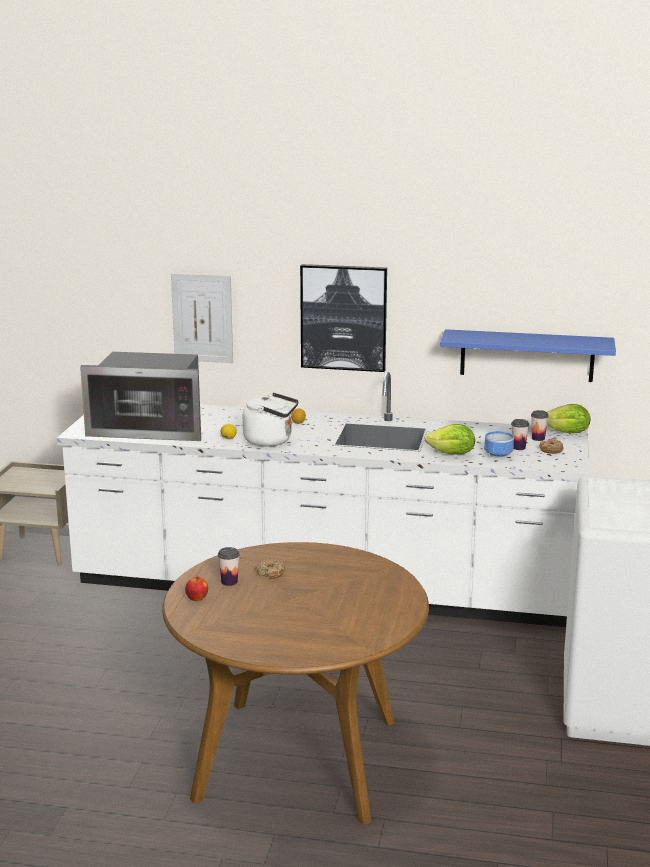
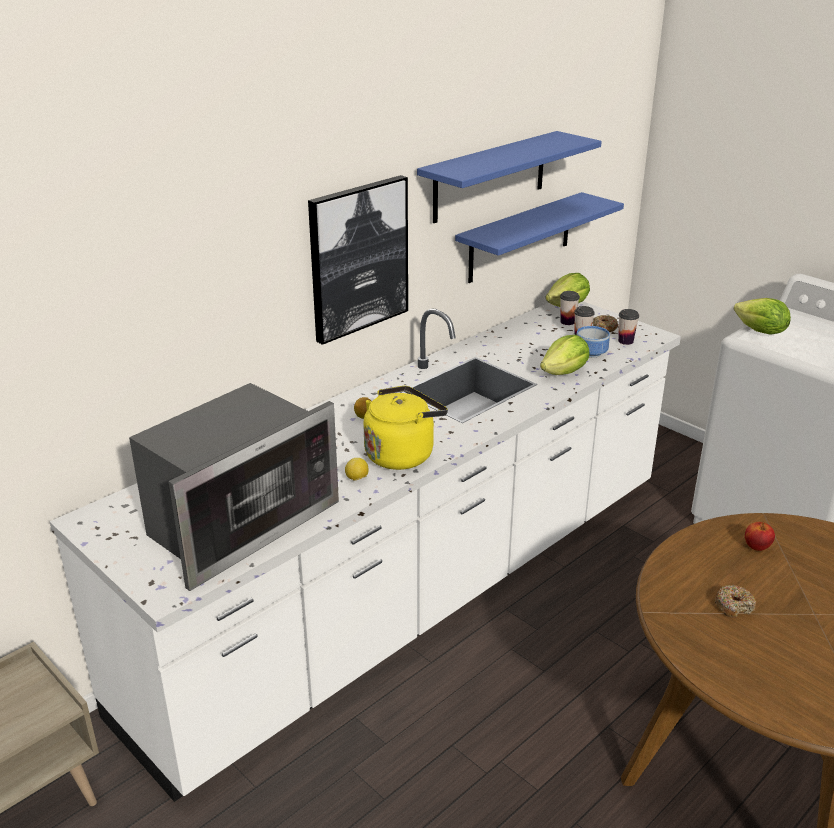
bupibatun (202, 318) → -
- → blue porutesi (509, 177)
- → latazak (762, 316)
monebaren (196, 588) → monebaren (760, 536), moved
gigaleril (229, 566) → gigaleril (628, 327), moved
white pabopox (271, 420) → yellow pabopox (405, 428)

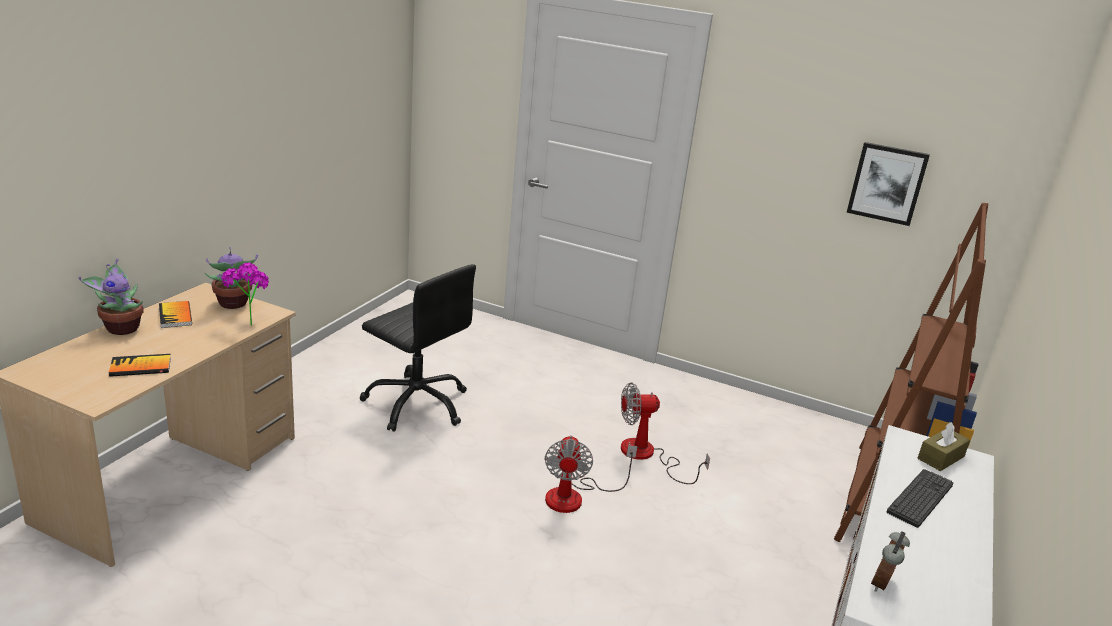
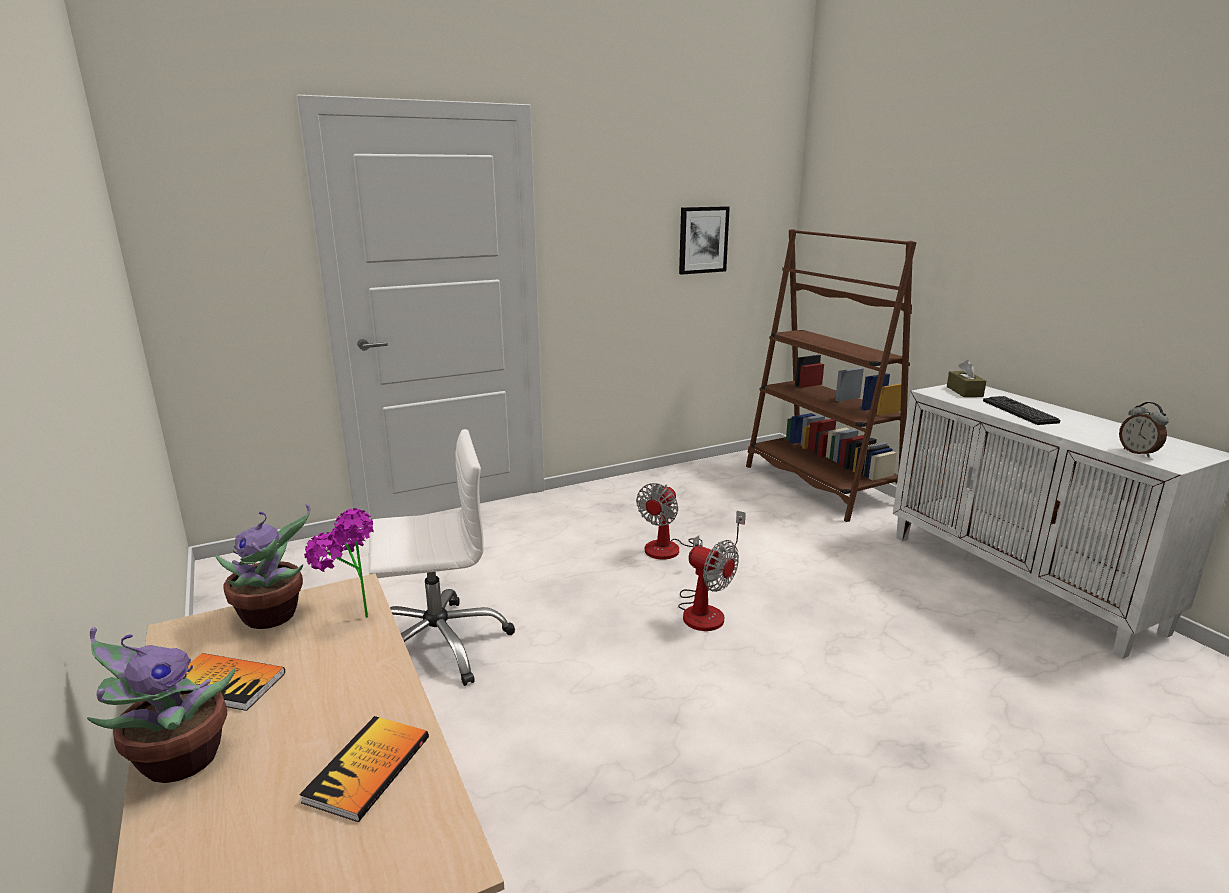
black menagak (417, 348) → white menagak (442, 557)

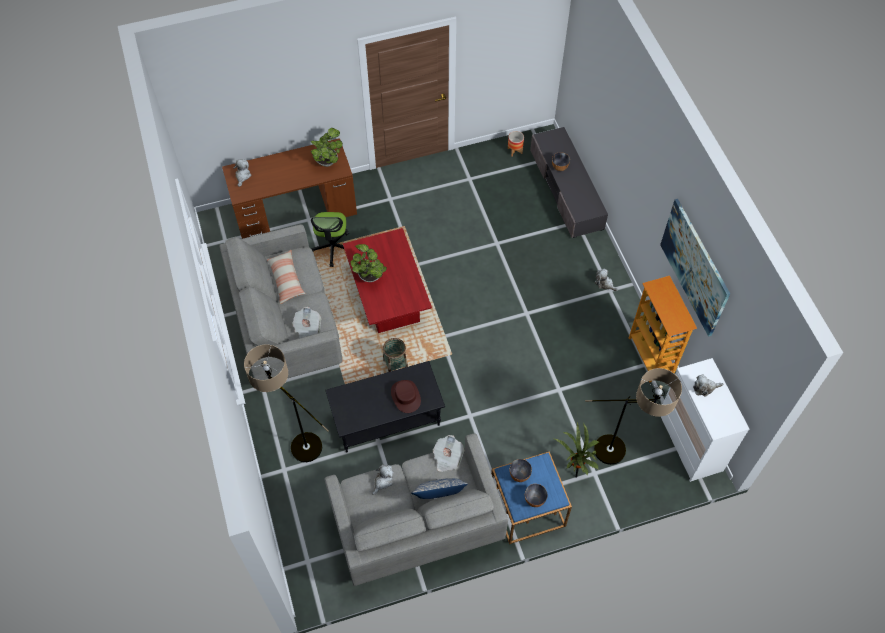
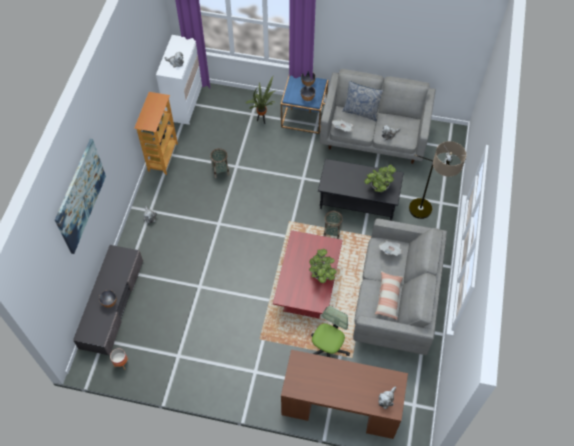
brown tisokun (406, 396) → -
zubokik (633, 416) → -
- → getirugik (220, 163)
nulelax (326, 147) → nulelax (380, 178), moved
bupibatun (695, 268) → bupibatun (80, 196), moved

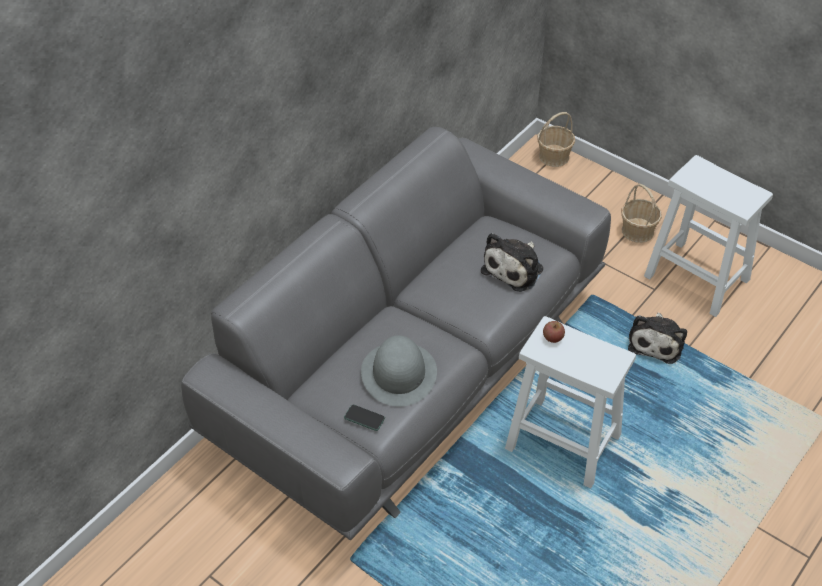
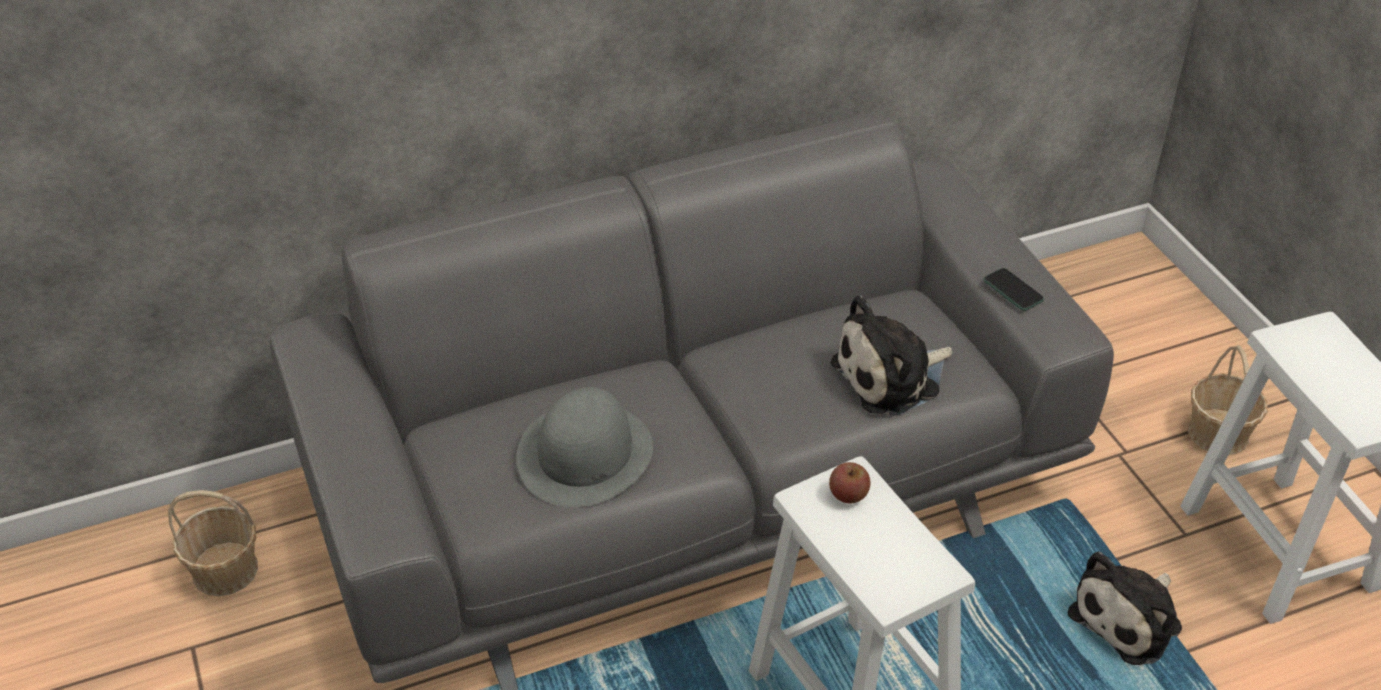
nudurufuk (364, 418) → nudurufuk (1013, 289), moved
getirugik (556, 139) → getirugik (213, 543), moved

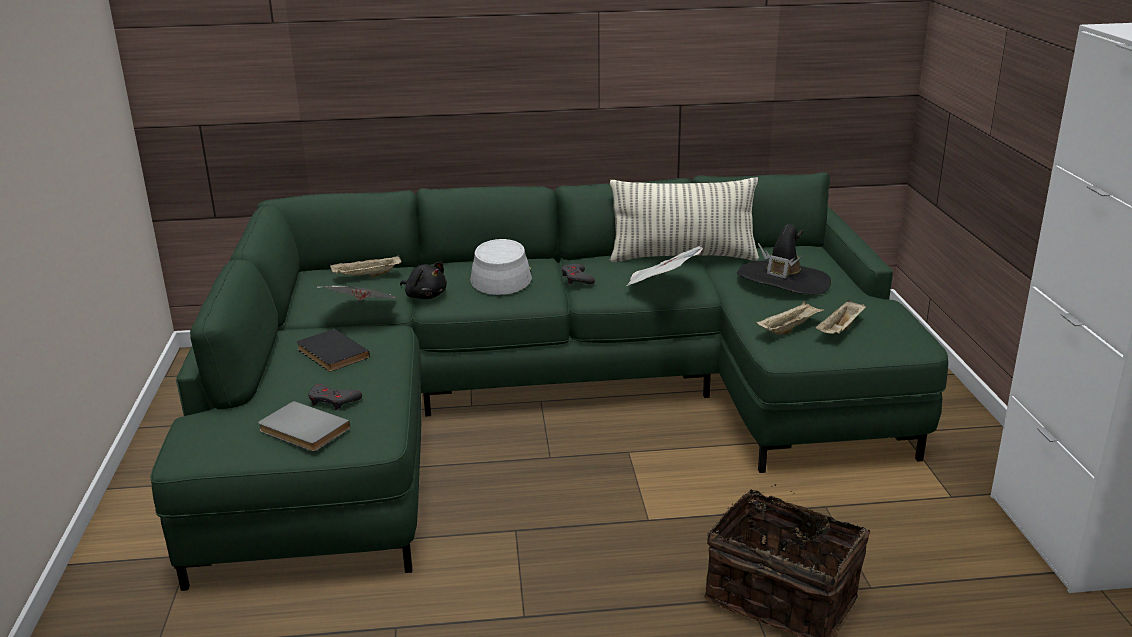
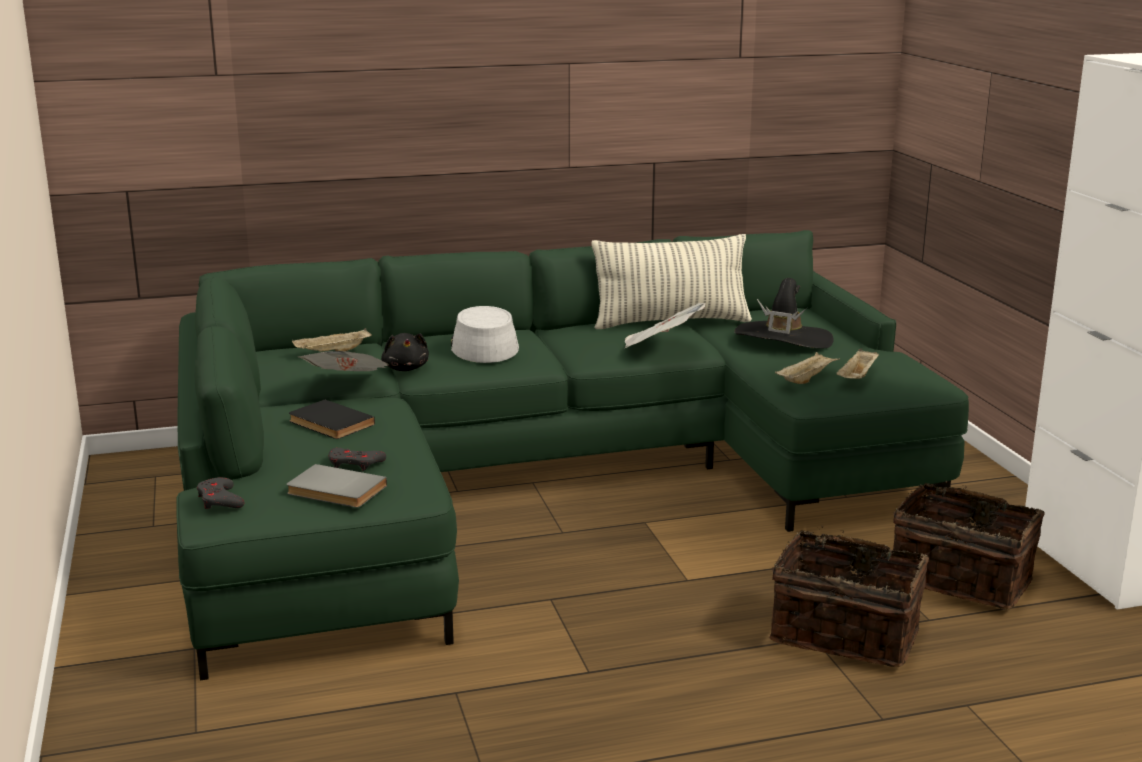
- → getirugik (969, 545)
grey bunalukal (578, 274) → grey bunalukal (220, 493), moved
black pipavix (423, 280) → black pipavix (405, 352), 45 degrees clockwise

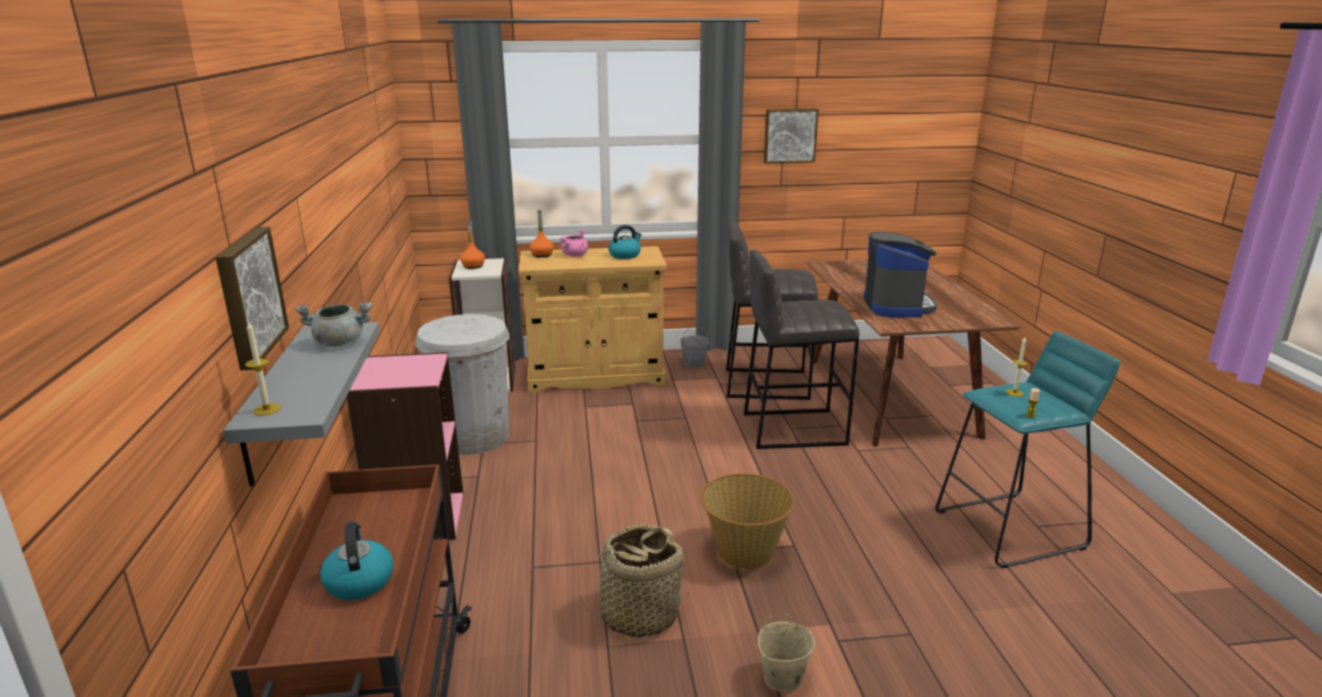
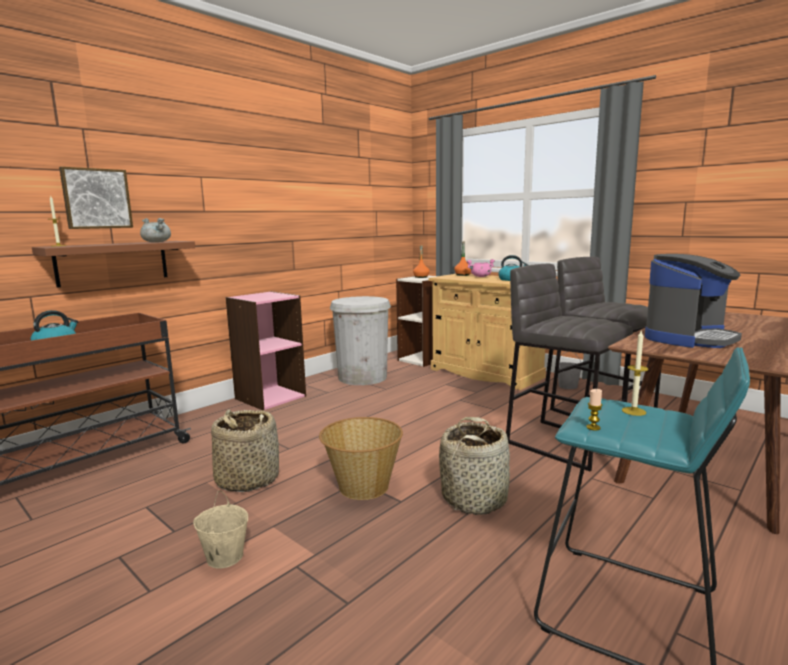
bupibatun (791, 136) → -
- → getirugik (474, 466)
grey porutesi (301, 404) → brown porutesi (113, 264)

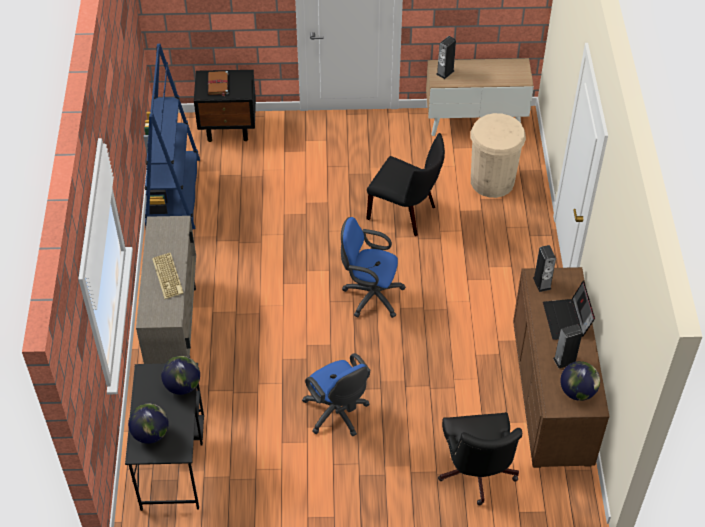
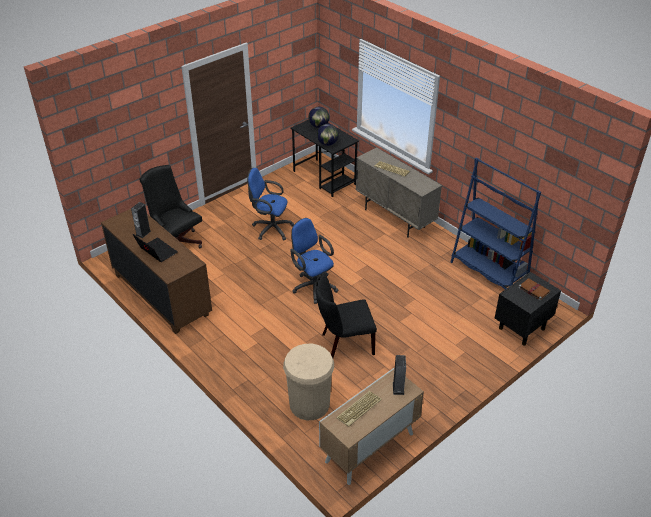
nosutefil (544, 268) → -
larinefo (580, 381) → -
- → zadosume (359, 409)
blue menagak (373, 267) → blue menagak (314, 261), 105 degrees counterclockwise

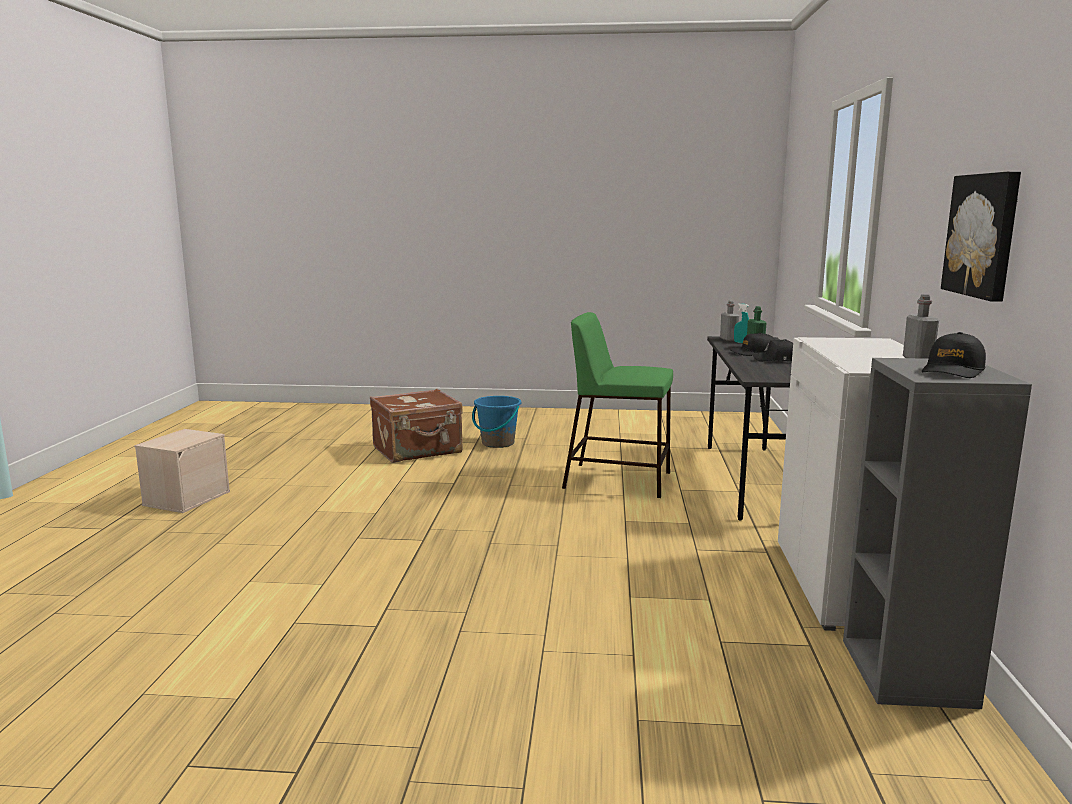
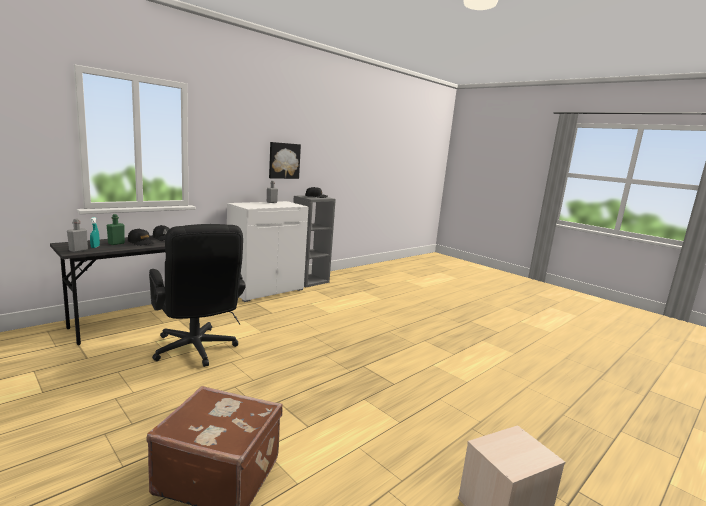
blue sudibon (496, 422) → -
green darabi (617, 405) → black menagak (197, 295)

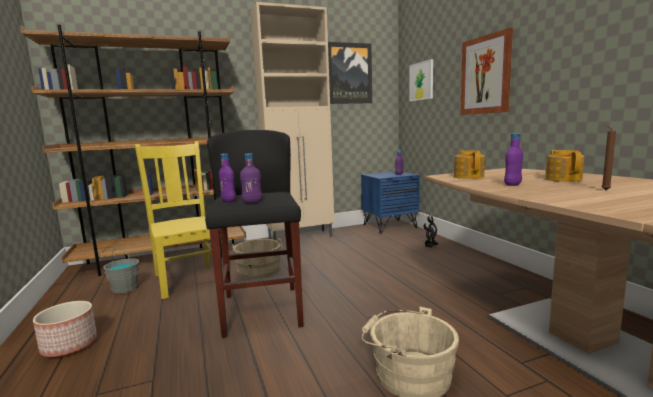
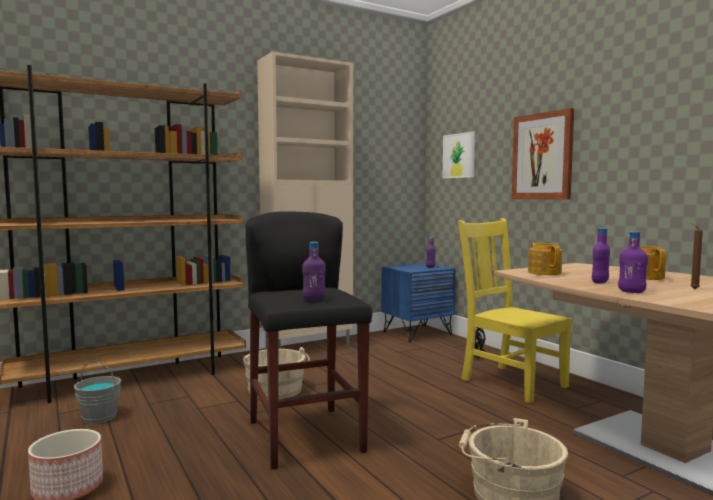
bupibatun (350, 73) → -
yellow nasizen (179, 220) → yellow nasizen (515, 310), moved
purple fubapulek (227, 178) → purple fubapulek (633, 262), moved

